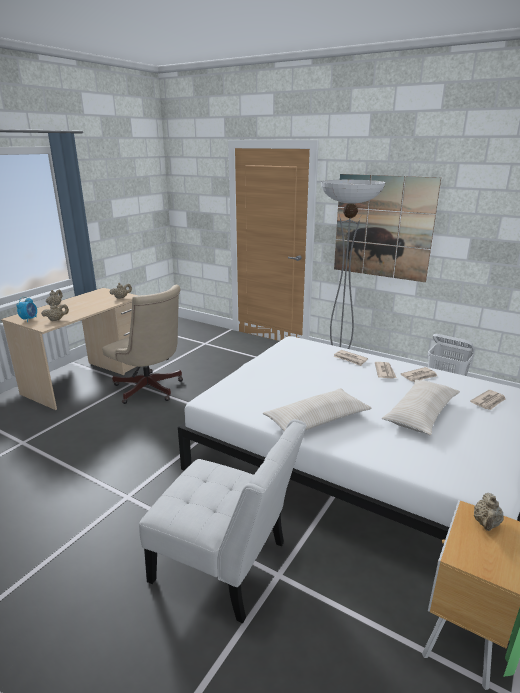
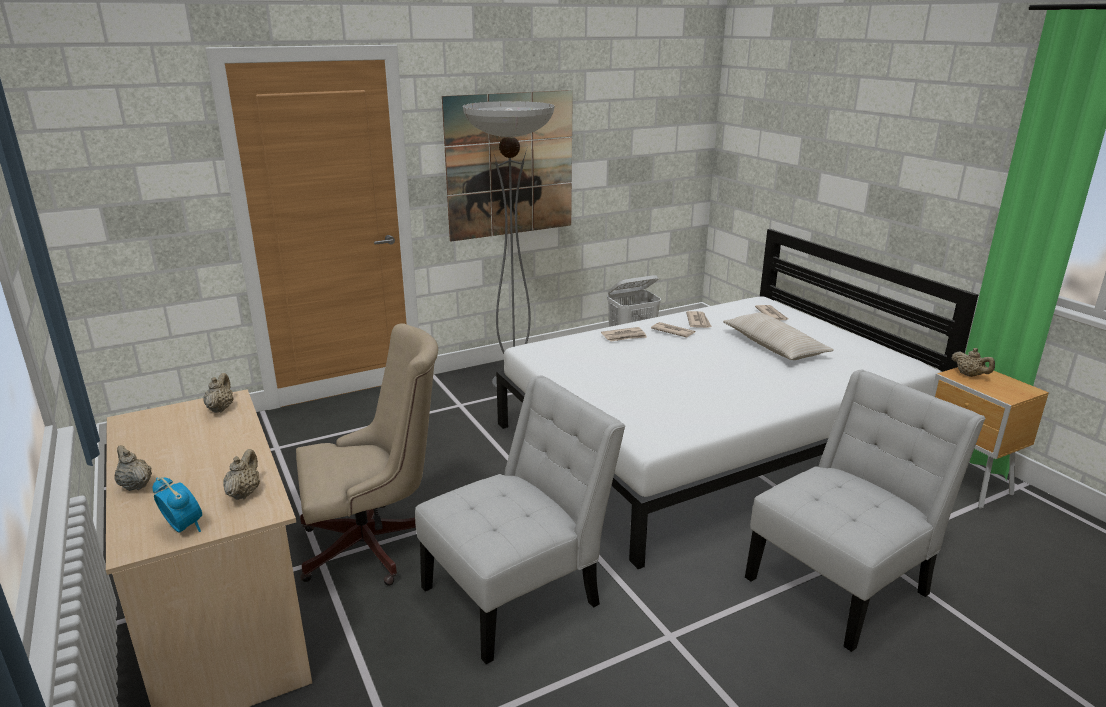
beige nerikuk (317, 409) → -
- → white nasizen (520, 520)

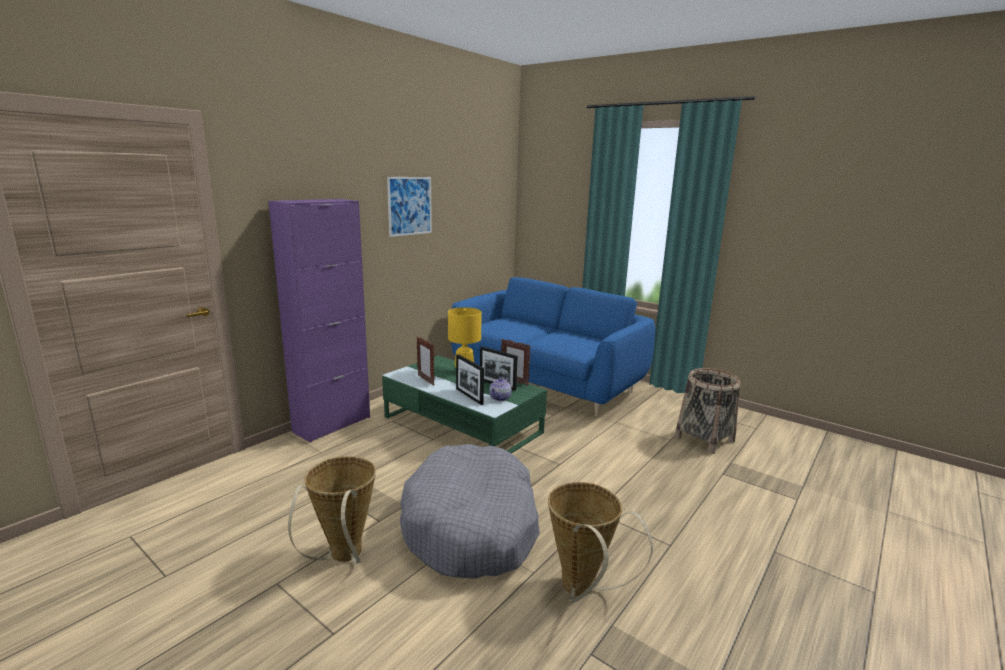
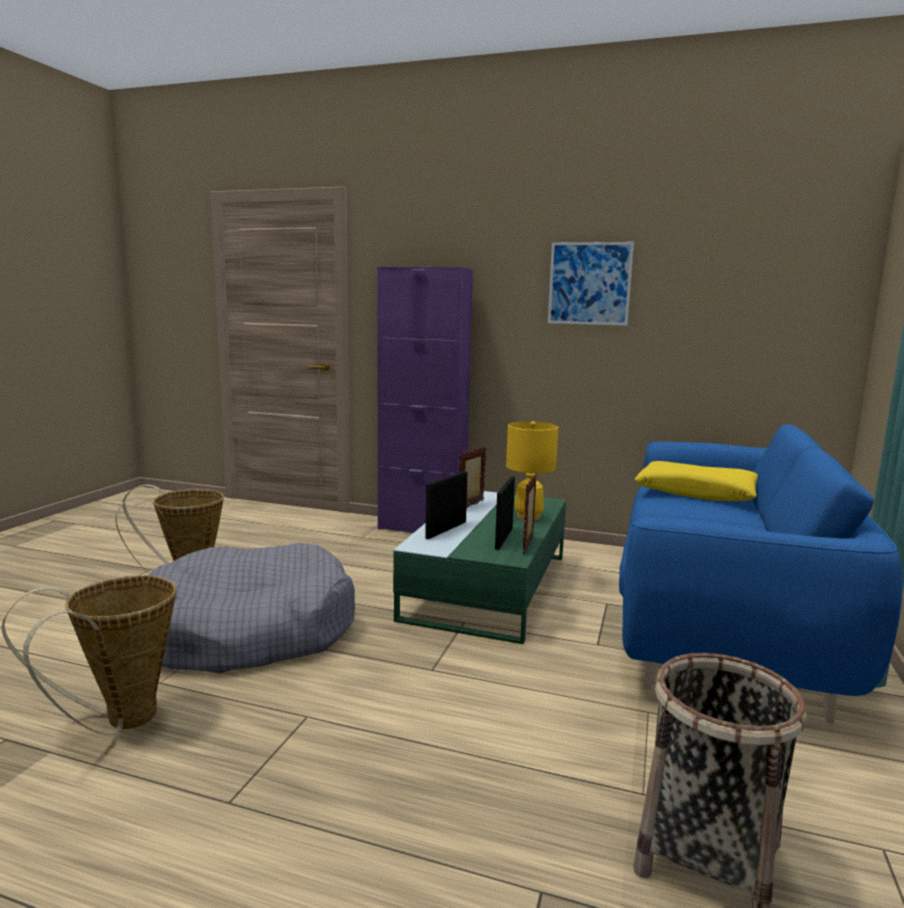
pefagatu (500, 389) → -
- → yellow nerikuk (696, 481)

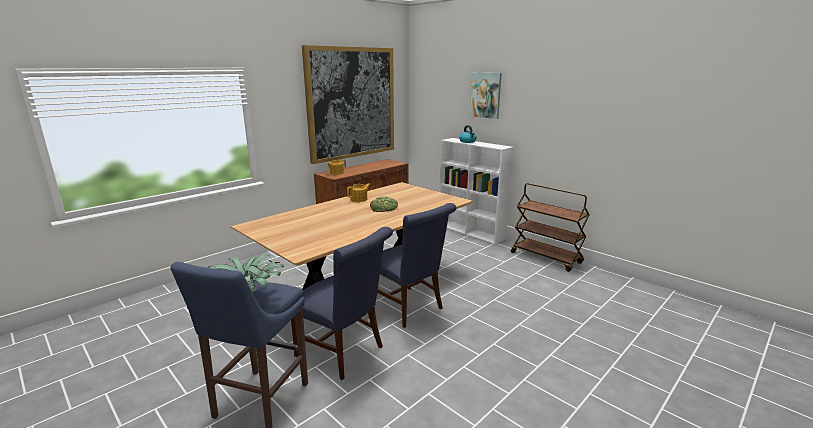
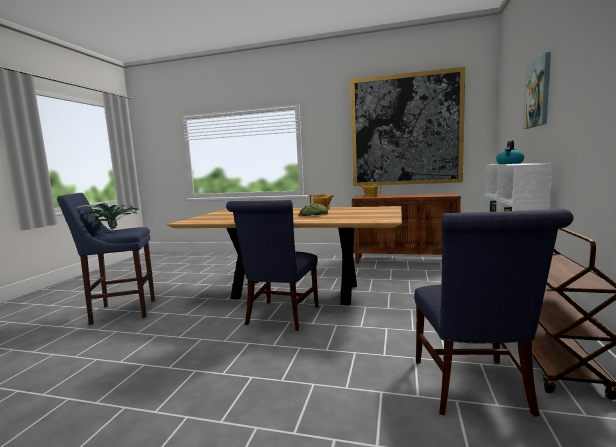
blue nasizen (342, 303) → blue nasizen (493, 312), moved

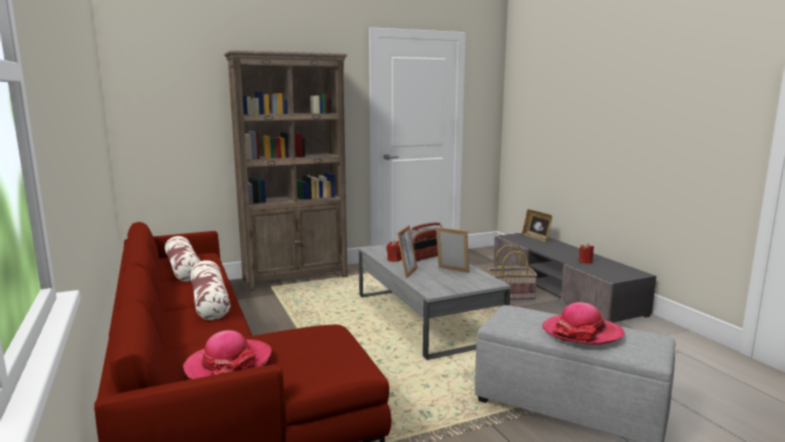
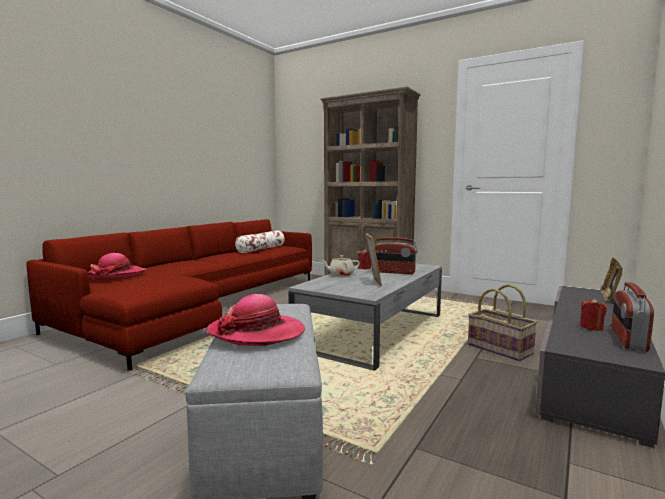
nerikuk (210, 290) → -
- → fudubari (633, 317)
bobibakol (407, 251) → beige pefagatu (340, 265)

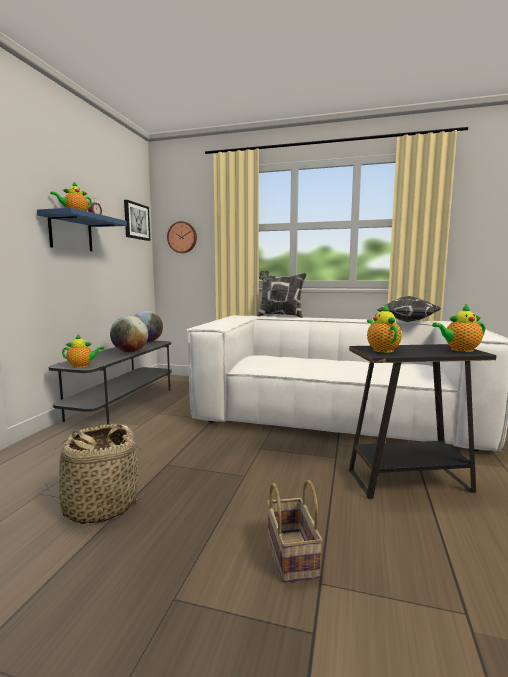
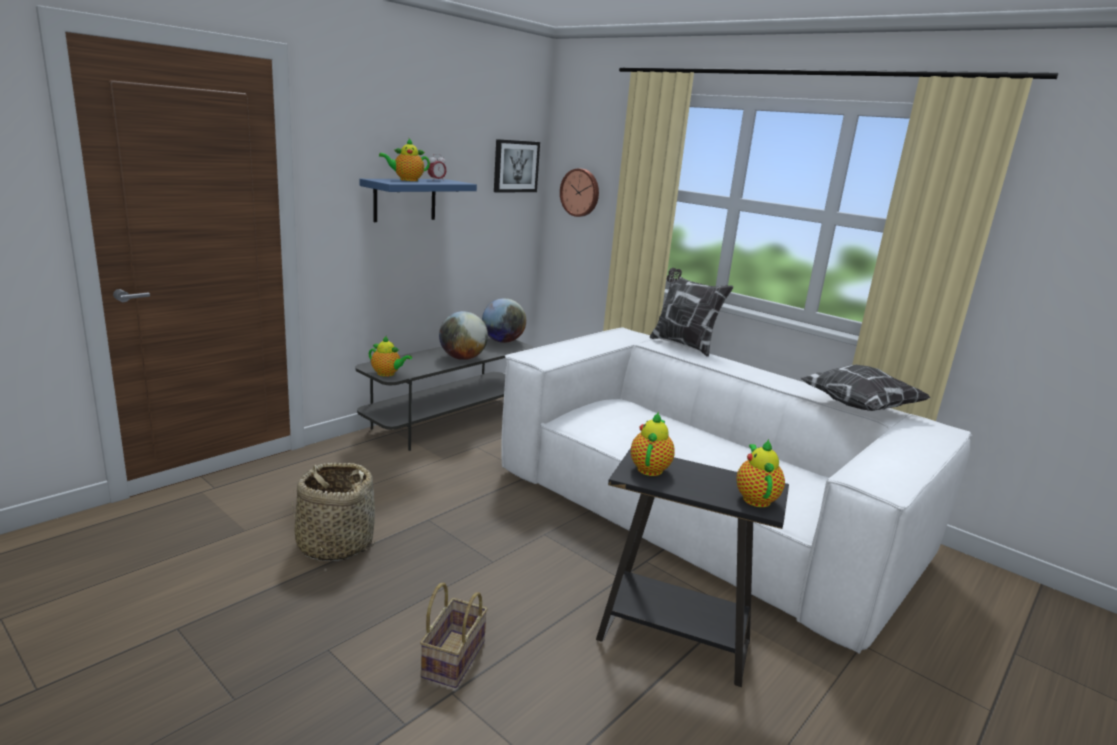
pefagatu (458, 328) → pefagatu (760, 473), 75 degrees clockwise

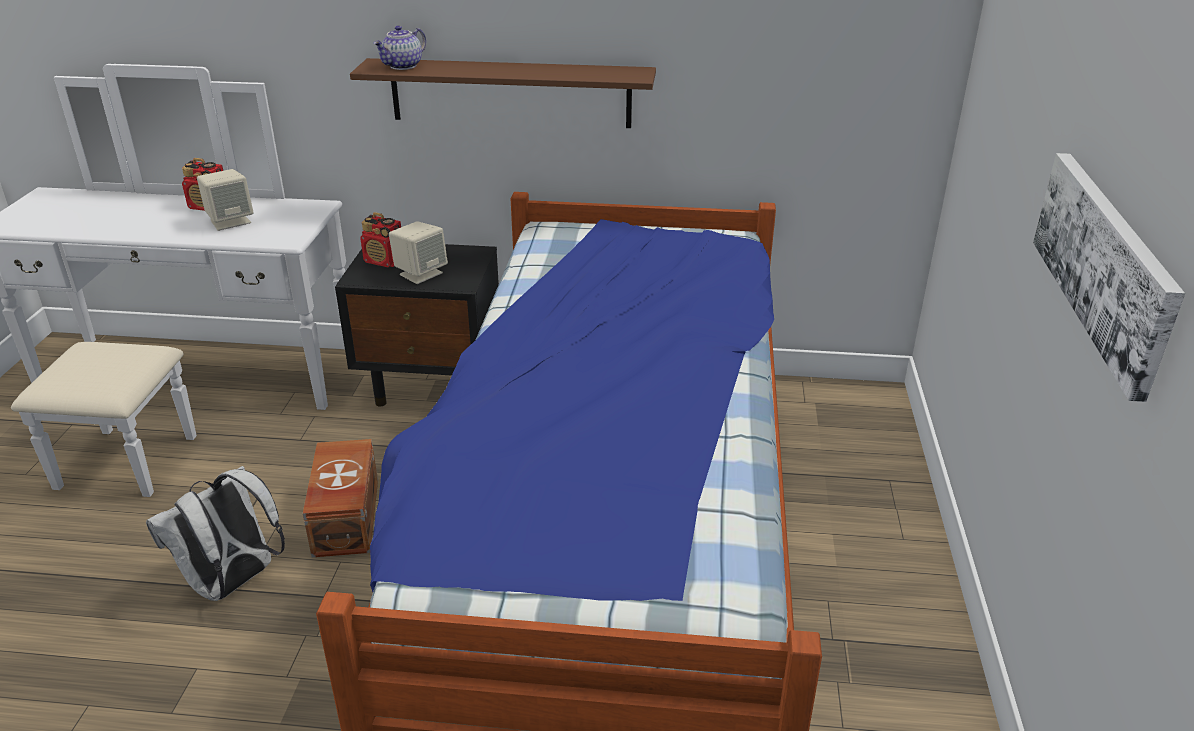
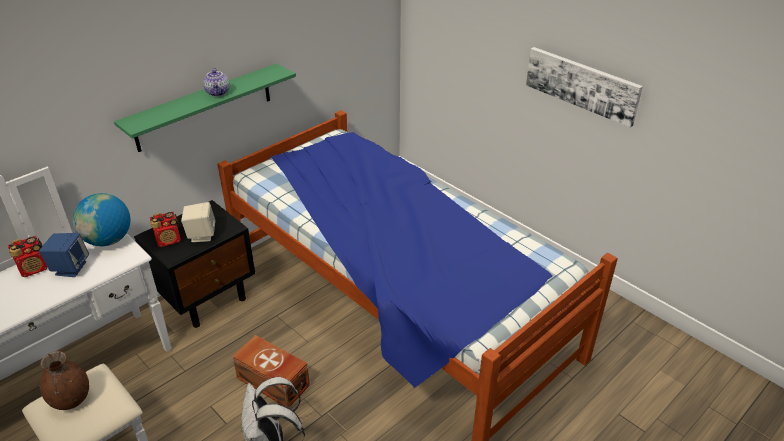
- → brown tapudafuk (64, 380)
- → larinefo (102, 219)
pefagatu (399, 47) → pefagatu (216, 82), moved
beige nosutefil (225, 200) → blue nosutefil (64, 255)
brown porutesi (503, 93) → green porutesi (205, 107)

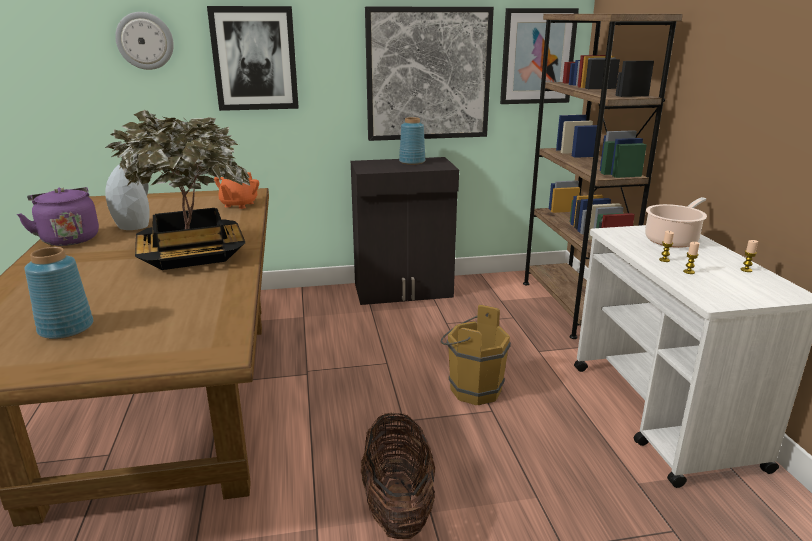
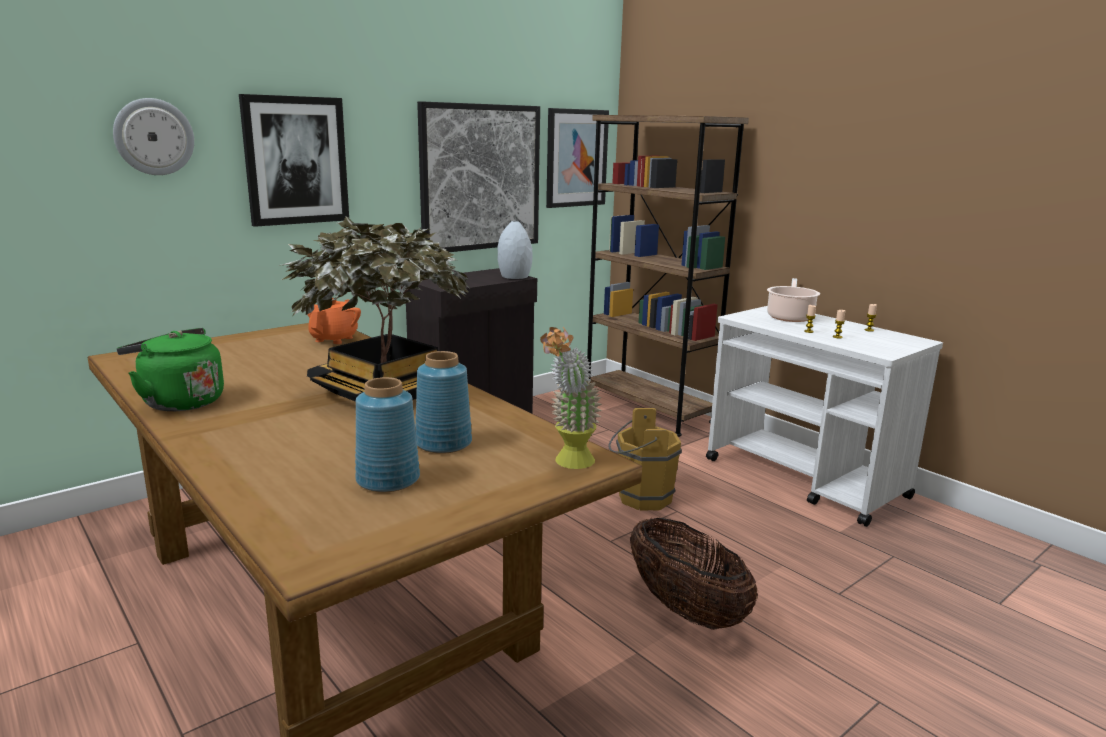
- → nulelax (571, 398)
grey tapudafuk (127, 197) → grey tapudafuk (515, 250), moved
blue tapudafuk (412, 141) → blue tapudafuk (443, 402), moved
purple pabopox (58, 216) → green pabopox (170, 369)
orange pefagatu (236, 190) → orange pefagatu (334, 321), 150 degrees counterclockwise

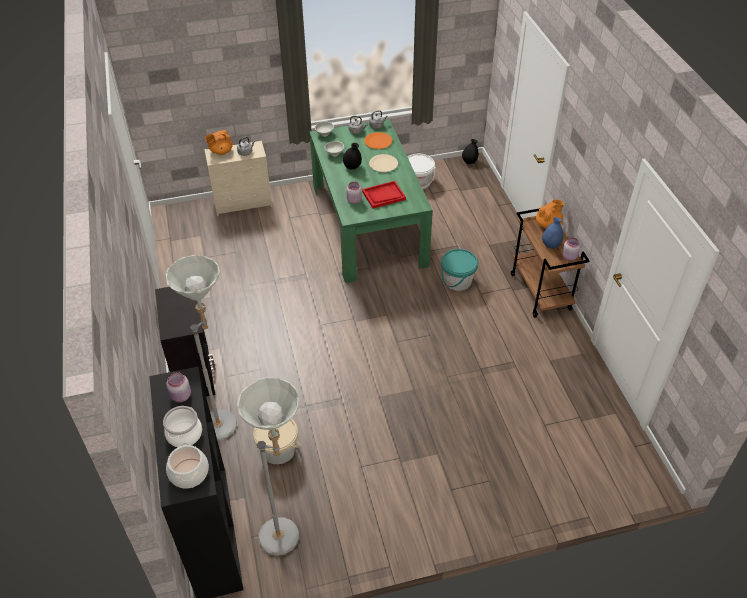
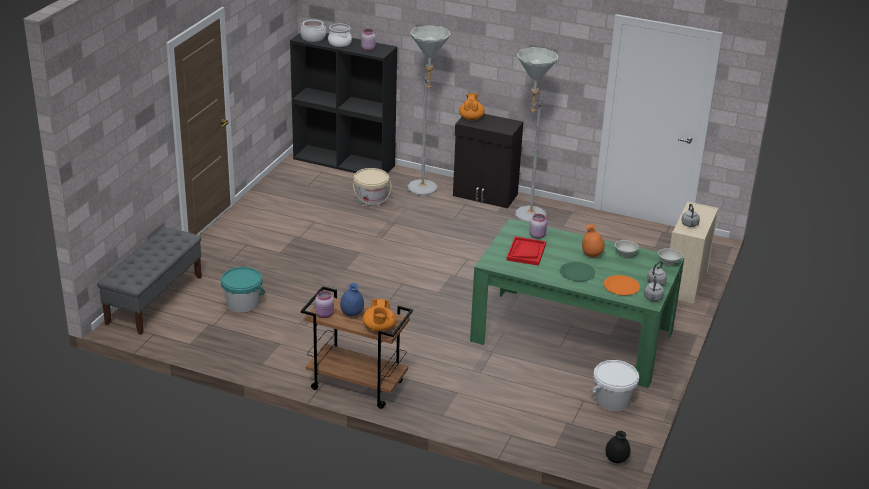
- → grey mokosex (149, 281)
orange pefagatu (219, 142) → orange pefagatu (472, 106), moved
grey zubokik (268, 467) → grey zubokik (536, 135), moved
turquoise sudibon (459, 270) → turquoise sudibon (243, 290), moved
black tapudafuk (352, 156) → orange tapudafuk (593, 240)
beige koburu (383, 163) → green koburu (577, 271)

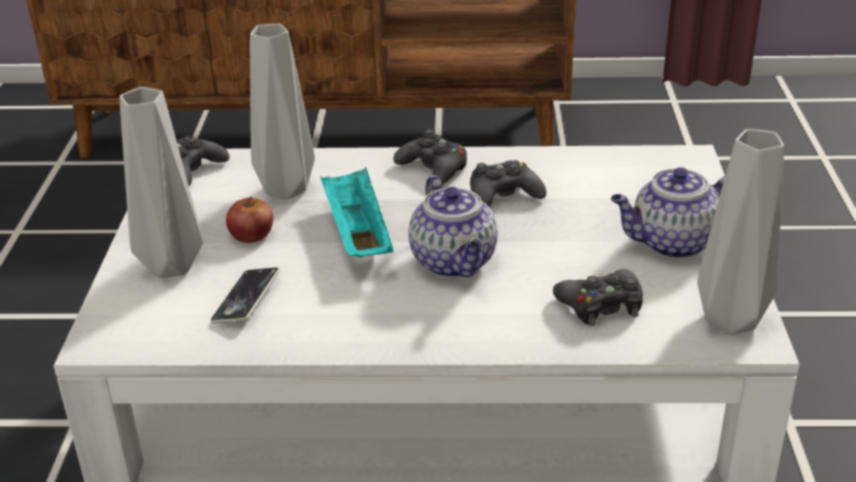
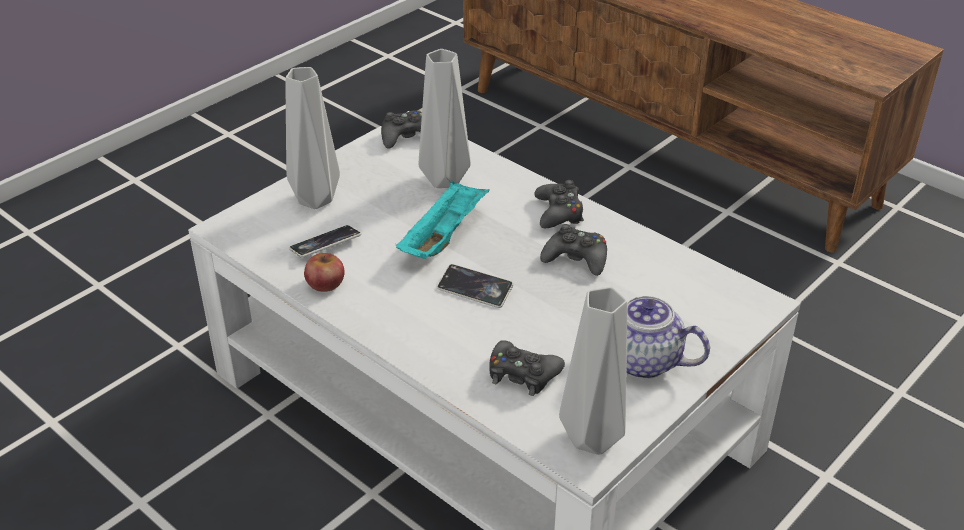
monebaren (249, 219) → monebaren (324, 272), moved
pefagatu (453, 226) → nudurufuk (475, 286)

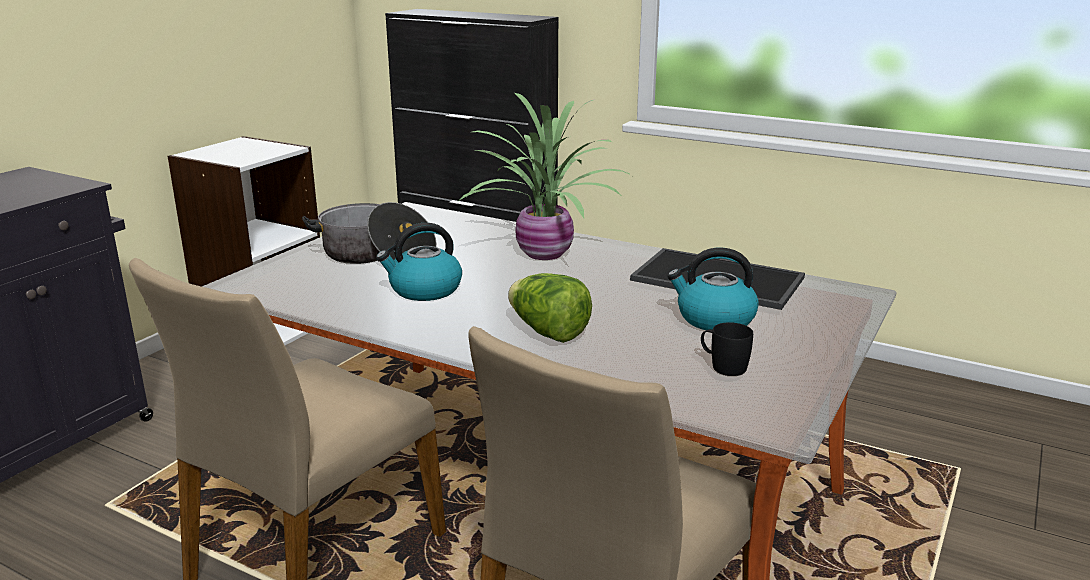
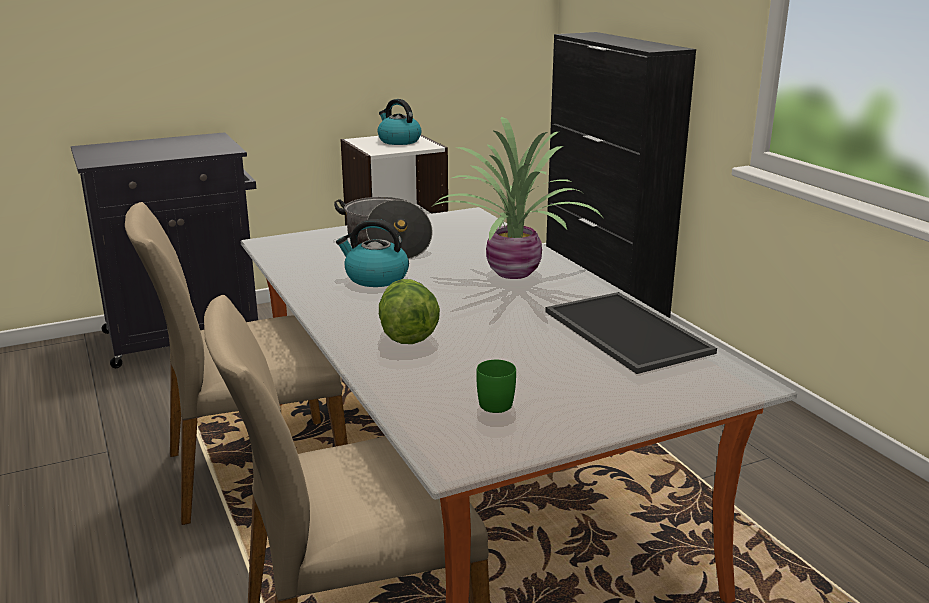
pabopox (713, 289) → pabopox (400, 122), moved
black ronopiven (727, 349) → green ronopiven (496, 386)

